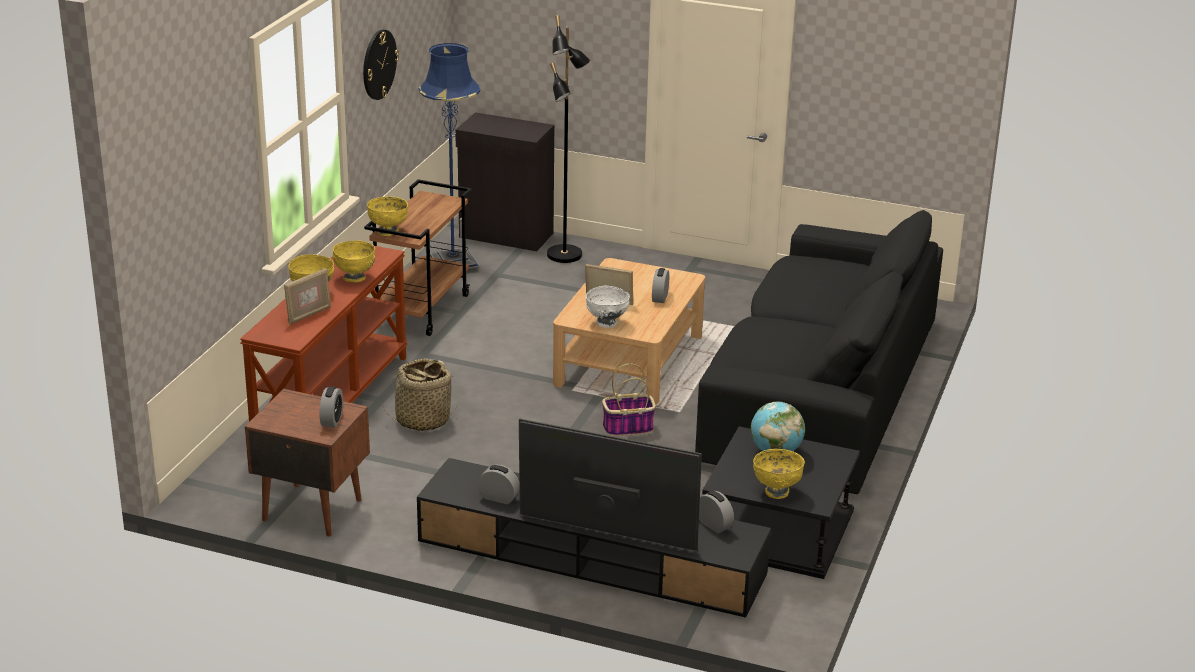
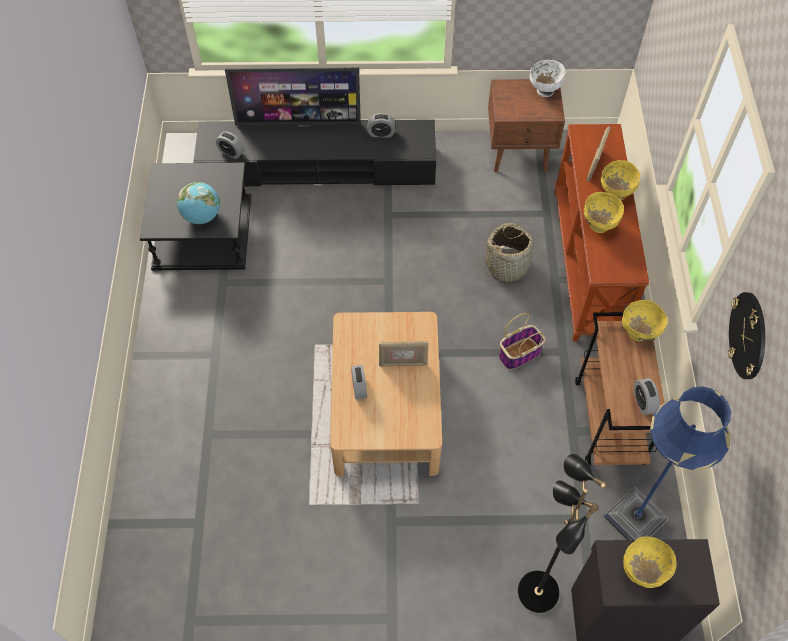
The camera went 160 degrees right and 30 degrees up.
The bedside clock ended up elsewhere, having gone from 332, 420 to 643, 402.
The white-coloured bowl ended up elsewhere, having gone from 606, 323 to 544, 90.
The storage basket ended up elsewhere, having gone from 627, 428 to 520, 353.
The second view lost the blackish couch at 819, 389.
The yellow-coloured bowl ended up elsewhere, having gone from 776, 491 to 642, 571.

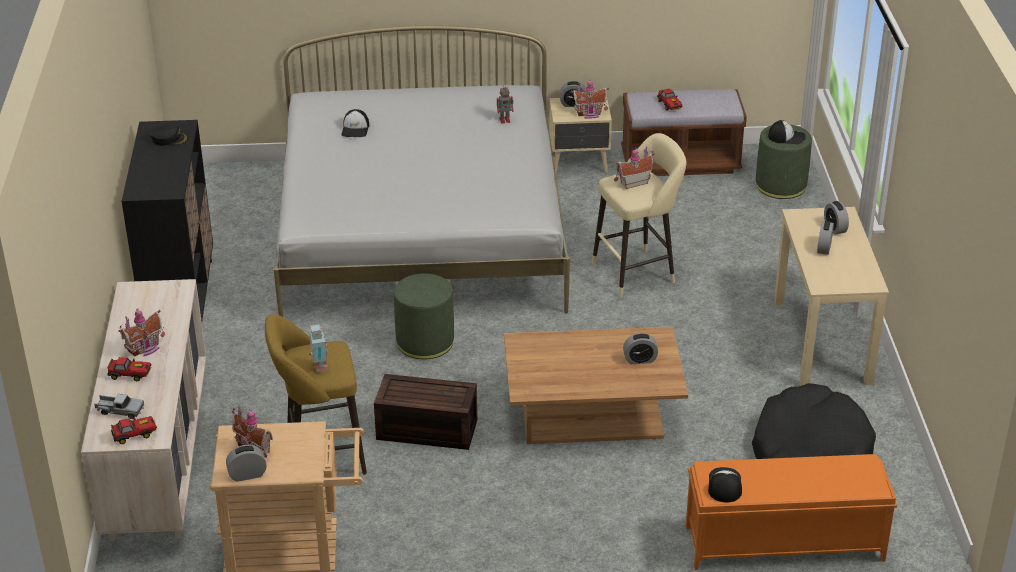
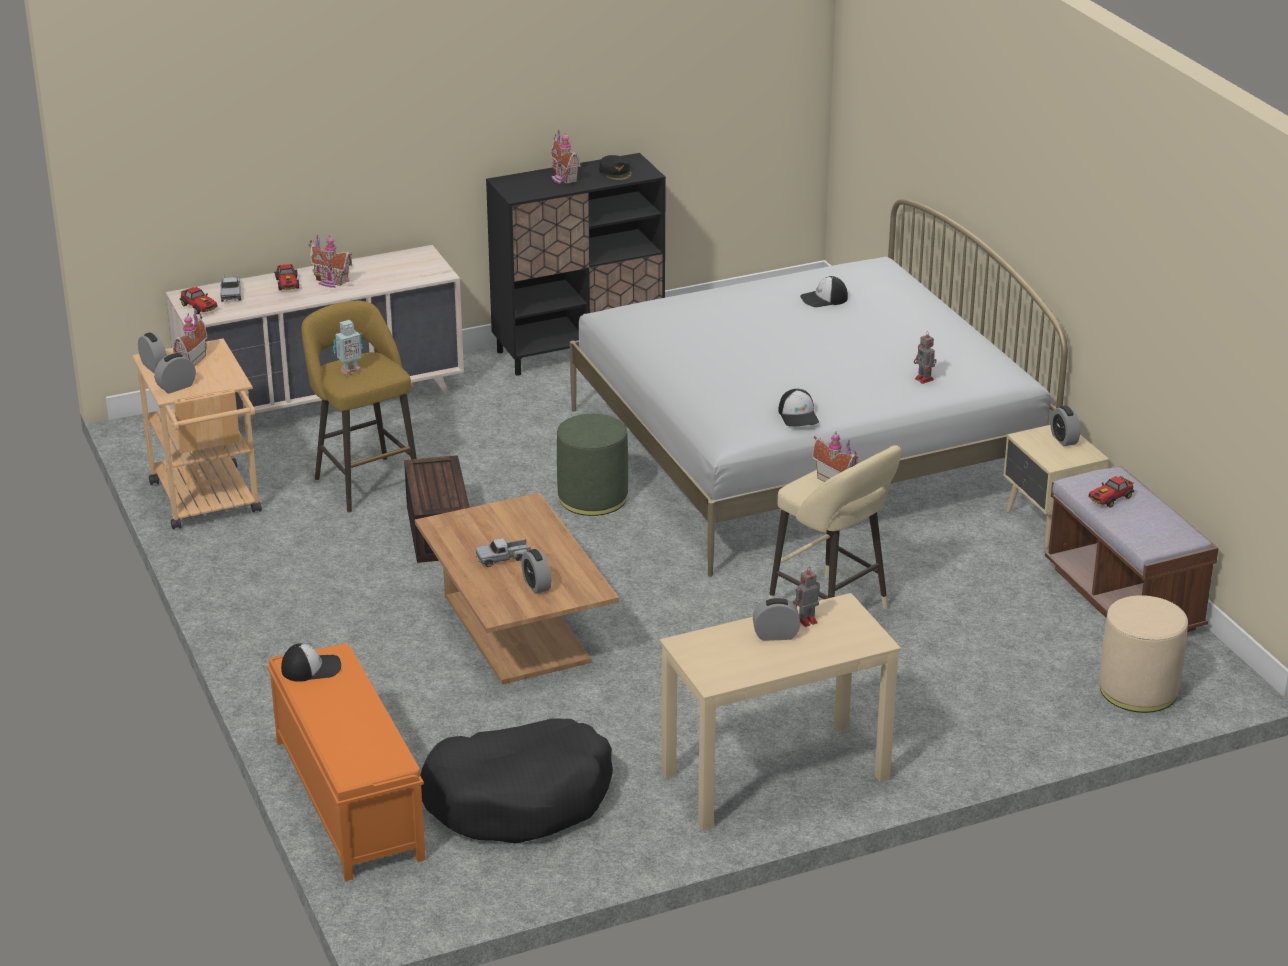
The camera went 70 degrees right and 5 degrees down.
The miniature house ended up elsewhere, having gone from 589, 114 to 563, 178.
What was the greenish ottoman at 781, 185 turned into the beige-coloured ottoman at 1138, 690.
The peaked cap ended up elsewhere, having gone from 786, 137 to 798, 415.
The bedside clock ended up elsewhere, having gone from 835, 228 to 176, 387.
The second view gained the toy lorry at 503, 558.
The second view gained the toy robot at 805, 621.

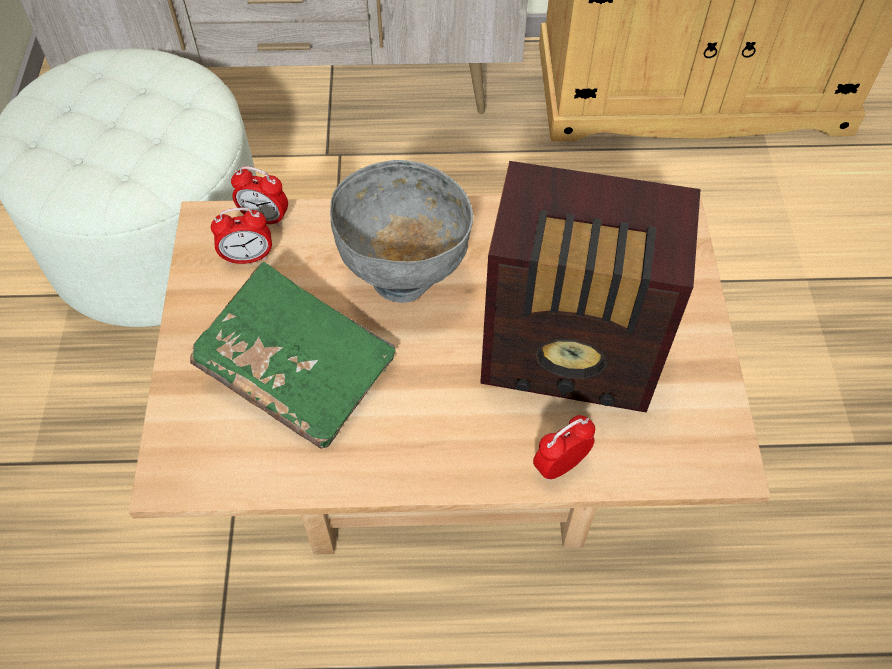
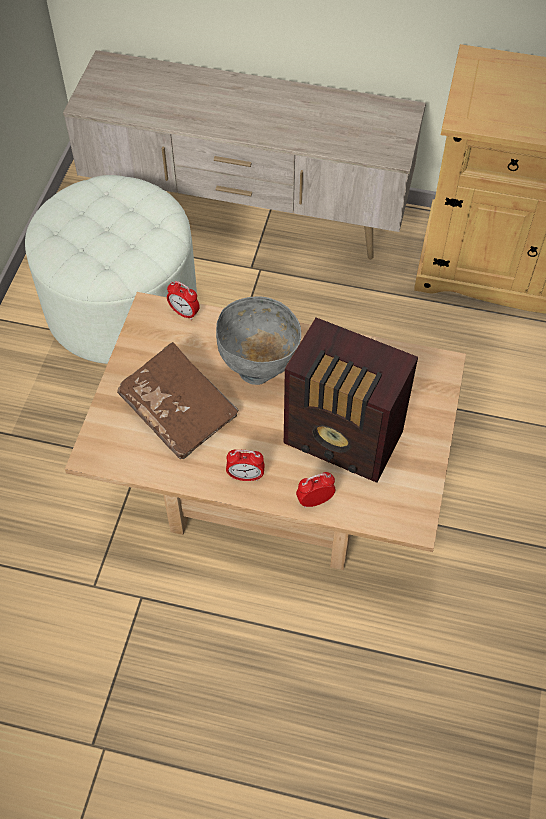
The camera went 15 degrees right and 0 degrees up.
What was the greenish volume at 298, 370 turned into the brown-coloured volume at 179, 410.
The bedside clock ended up elsewhere, having gone from 248, 257 to 245, 476.

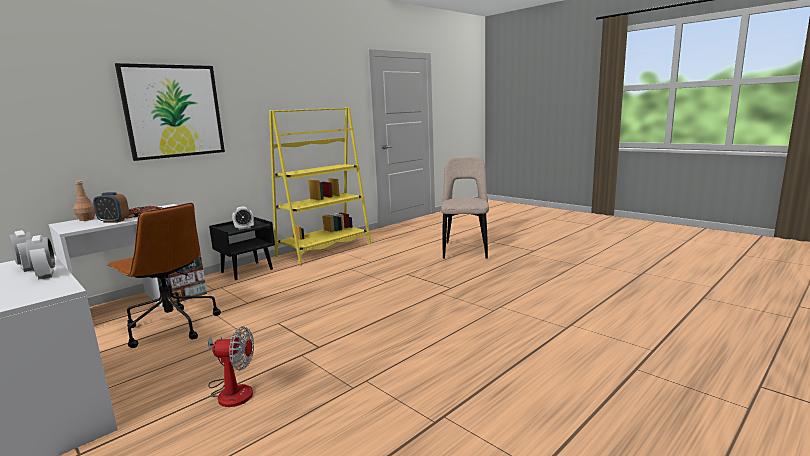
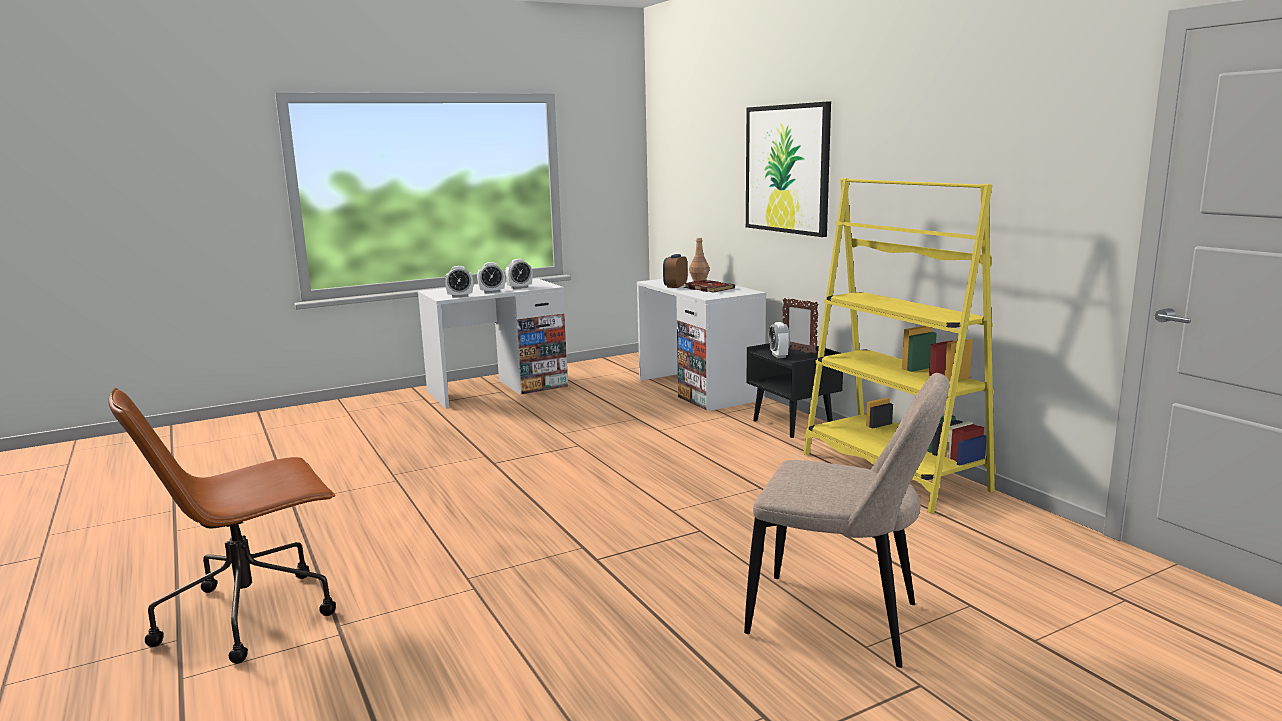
The camera went 105 degrees right and 0 degrees up.
The brown-coloured computer chair ended up elsewhere, having gone from 171, 327 to 251, 614.
The second view lost the electric fan at 232, 390.
The second view gained the bedside clock at 460, 296.
The second view gained the standing frame at 799, 351.

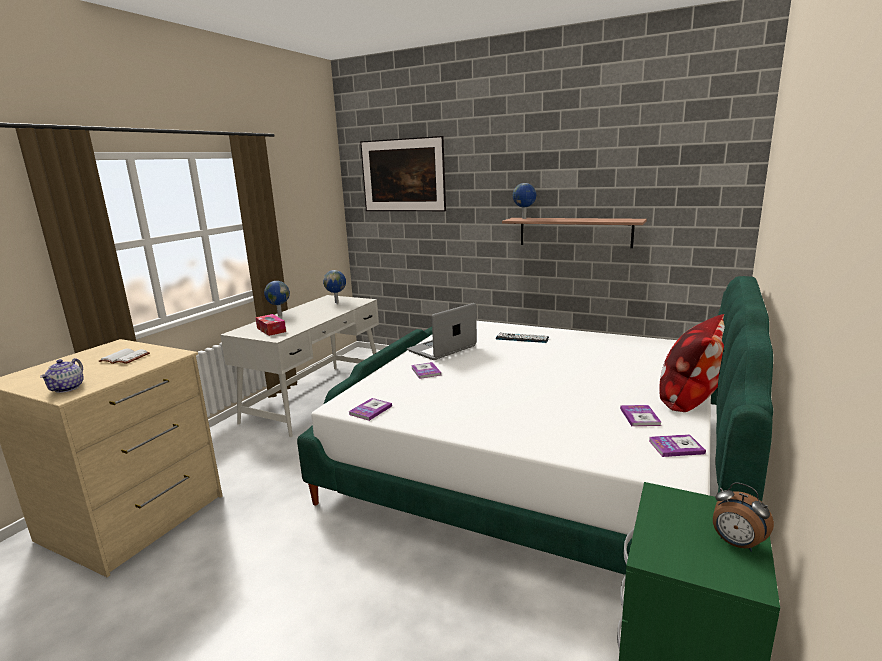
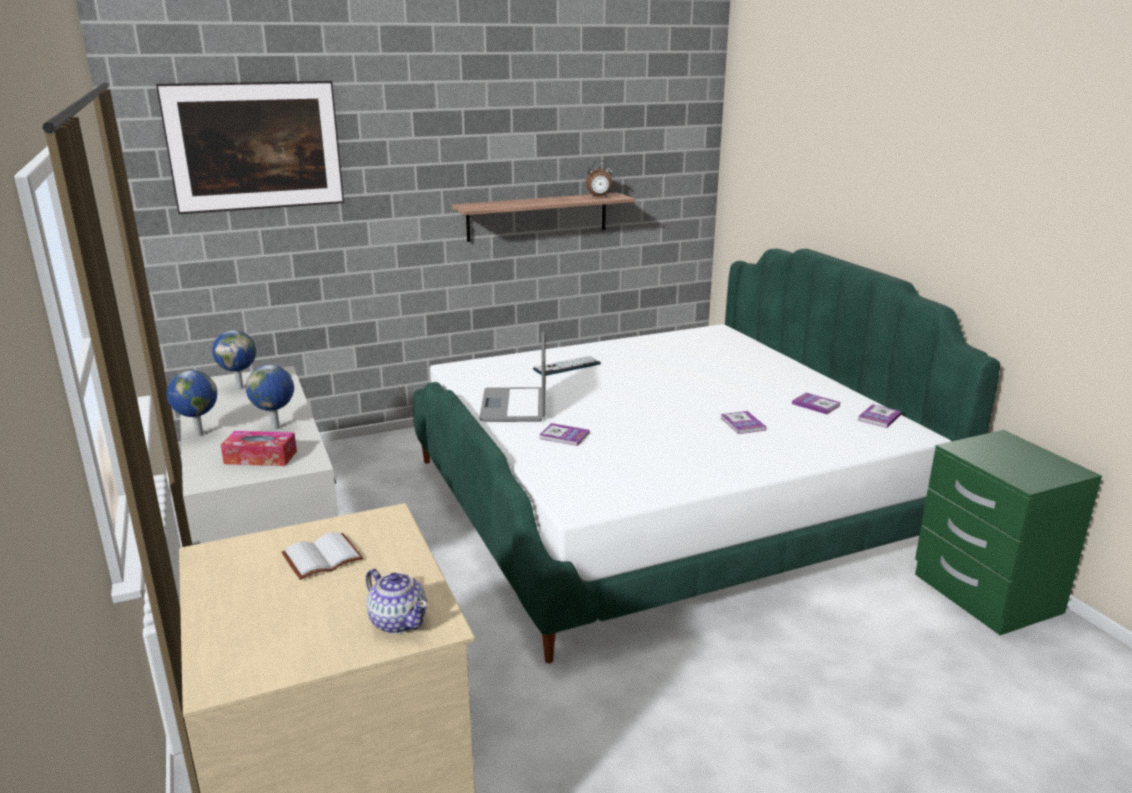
The camera went 50 degrees left and 5 degrees up.
The volume ended up elsewhere, having gone from 370, 410 to 742, 424.
The desk globe ended up elsewhere, having gone from 524, 218 to 276, 428.
The second view lost the cushion at 692, 398.
The bedside clock ended up elsewhere, having gone from 736, 544 to 599, 197.

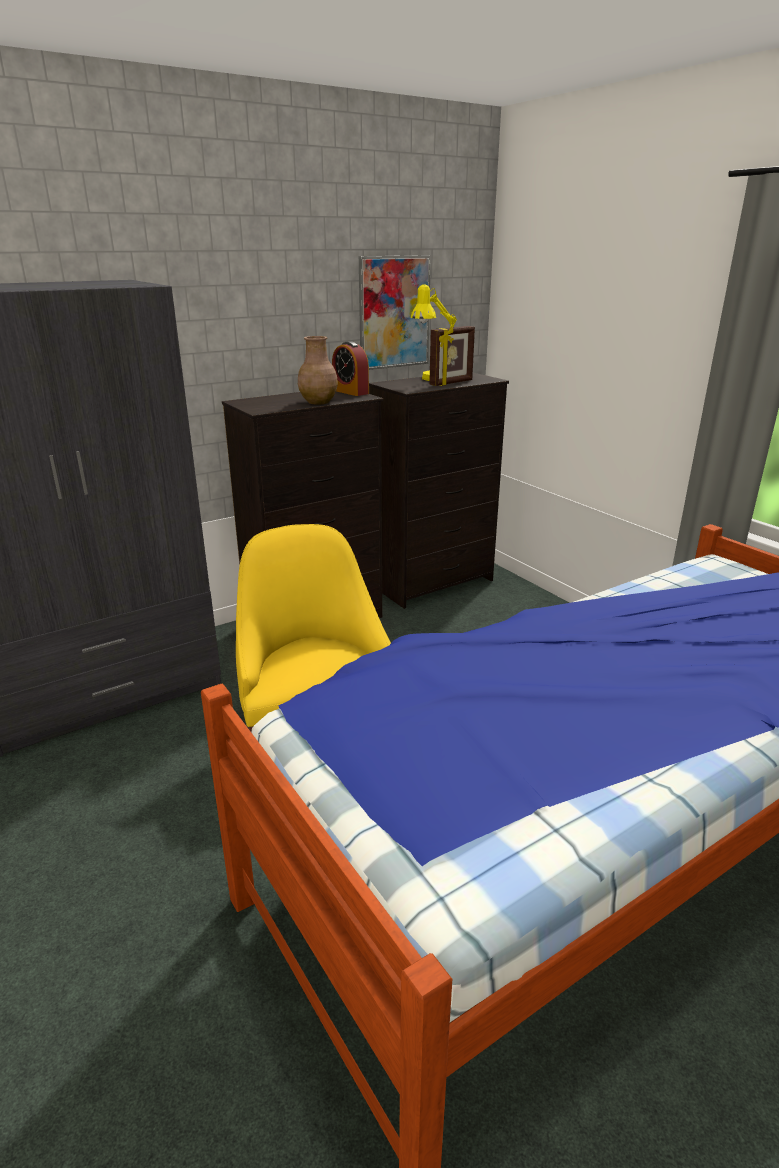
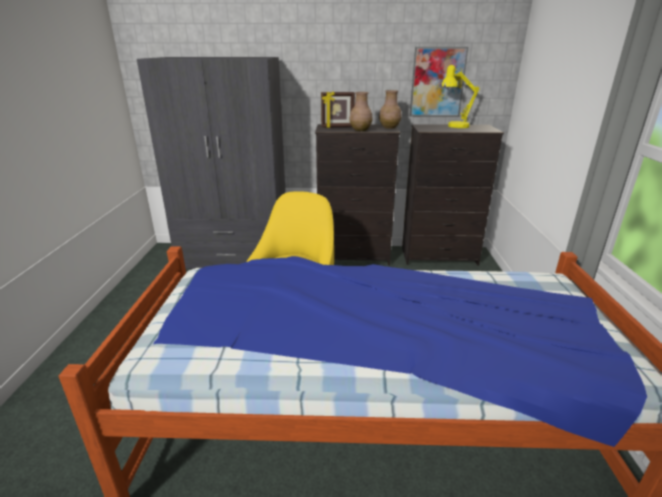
The camera went 35 degrees right and 0 degrees up.
Where the bedside clock stood at 350, 392, the brown-coloured decorative vase came to stand at 389, 127.
The standing frame ended up elsewhere, having gone from 451, 383 to 337, 127.

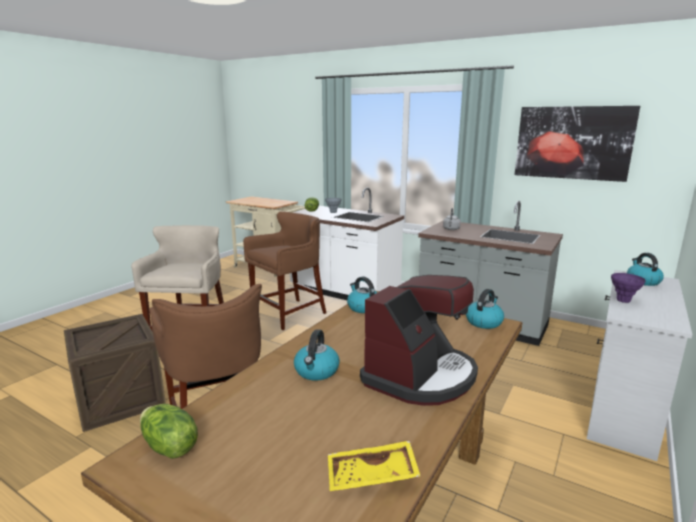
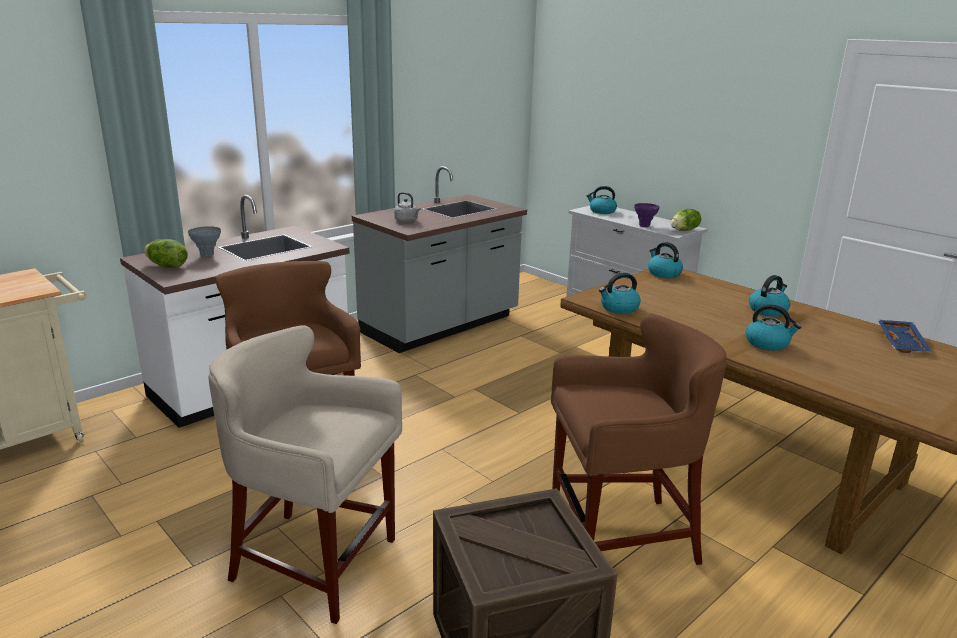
The camera went 75 degrees left and 5 degrees up.
The head of lettuce ended up elsewhere, having gone from 168, 447 to 684, 230.
What was the yellow-coloured tray at 371, 477 turned into the blue-coloured tray at 902, 343.
Where the coffee maker stood at 420, 376, the tea kettle came to stand at 768, 310.
The second view lost the wall art at 572, 143.

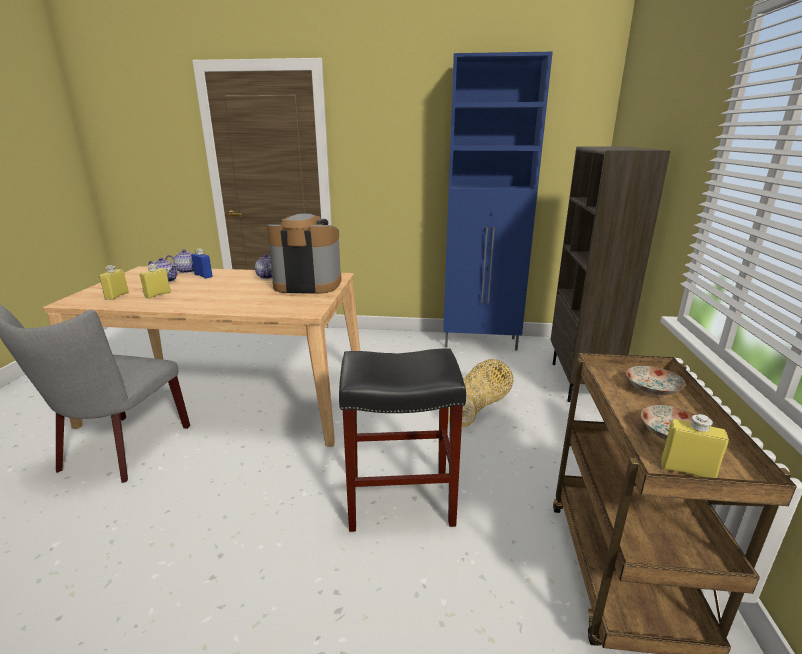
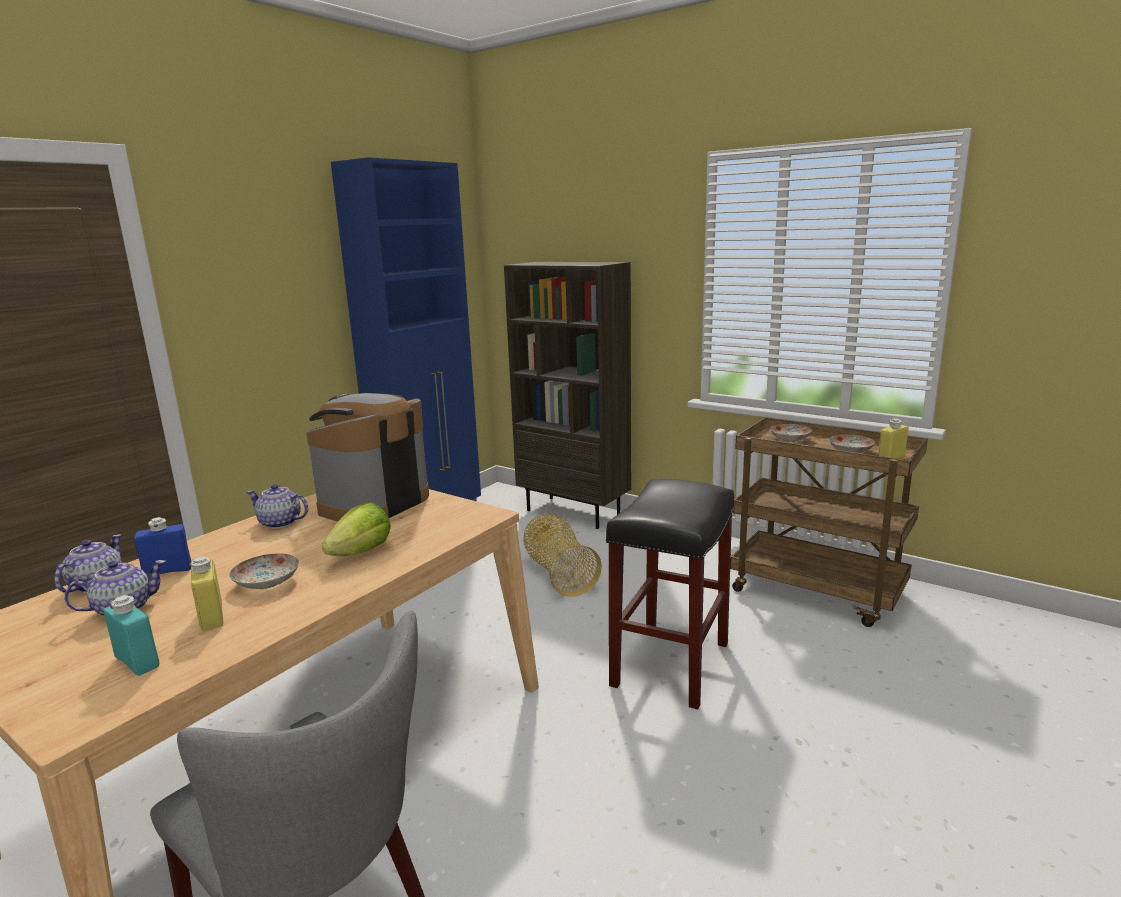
The camera went 60 degrees left and 5 degrees down.
What was the yellow-coloured bottle at 117, 296 turned into the turquoise-coloured bottle at 137, 662.
The second view gained the flat dish at 268, 582.
The second view gained the head of lettuce at 361, 552.

